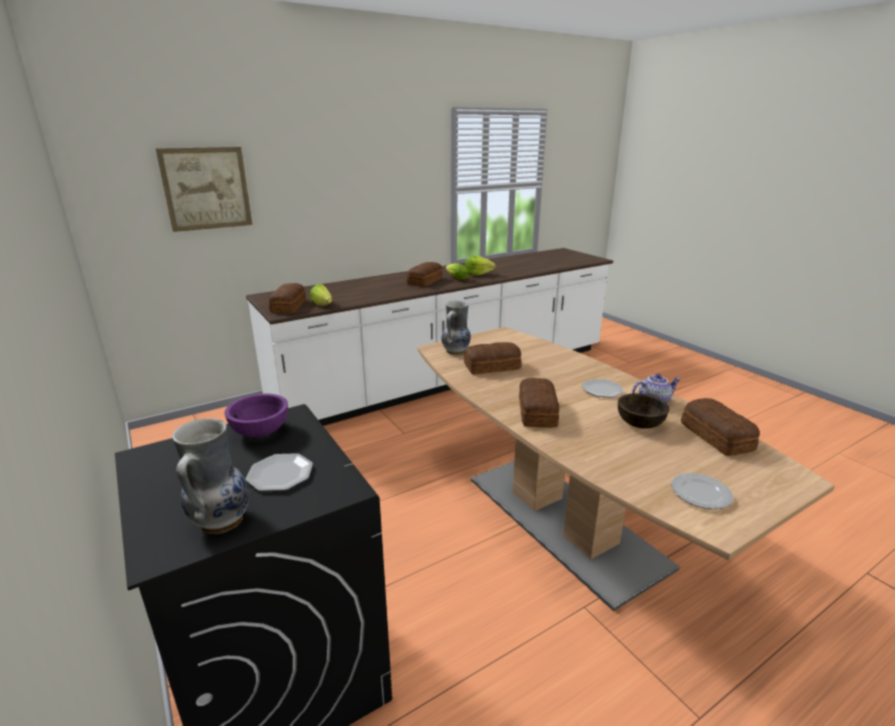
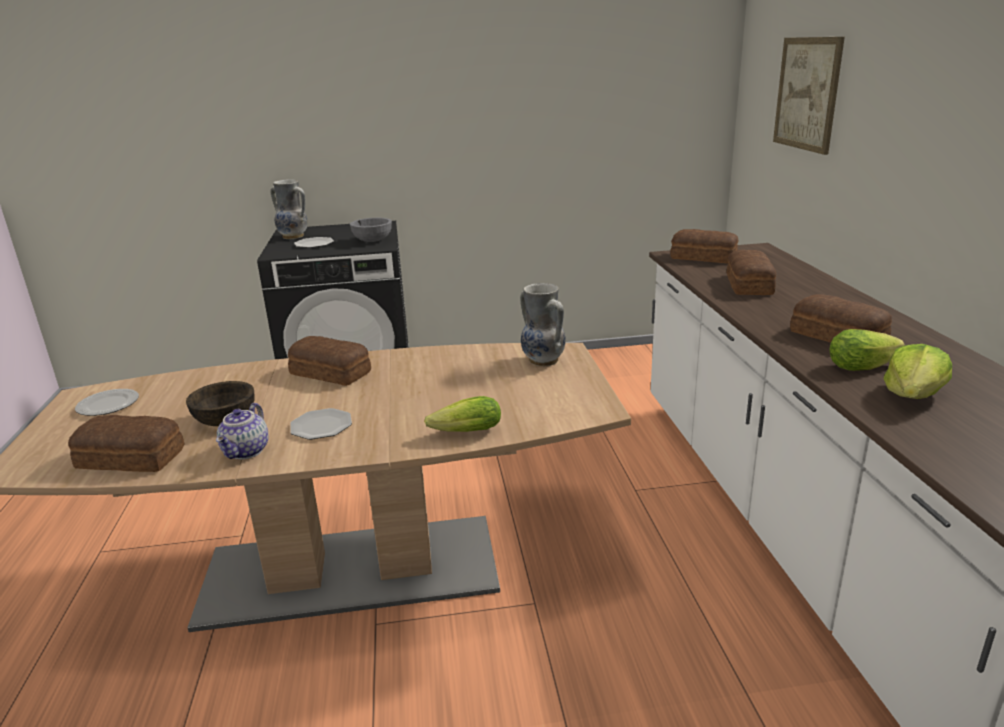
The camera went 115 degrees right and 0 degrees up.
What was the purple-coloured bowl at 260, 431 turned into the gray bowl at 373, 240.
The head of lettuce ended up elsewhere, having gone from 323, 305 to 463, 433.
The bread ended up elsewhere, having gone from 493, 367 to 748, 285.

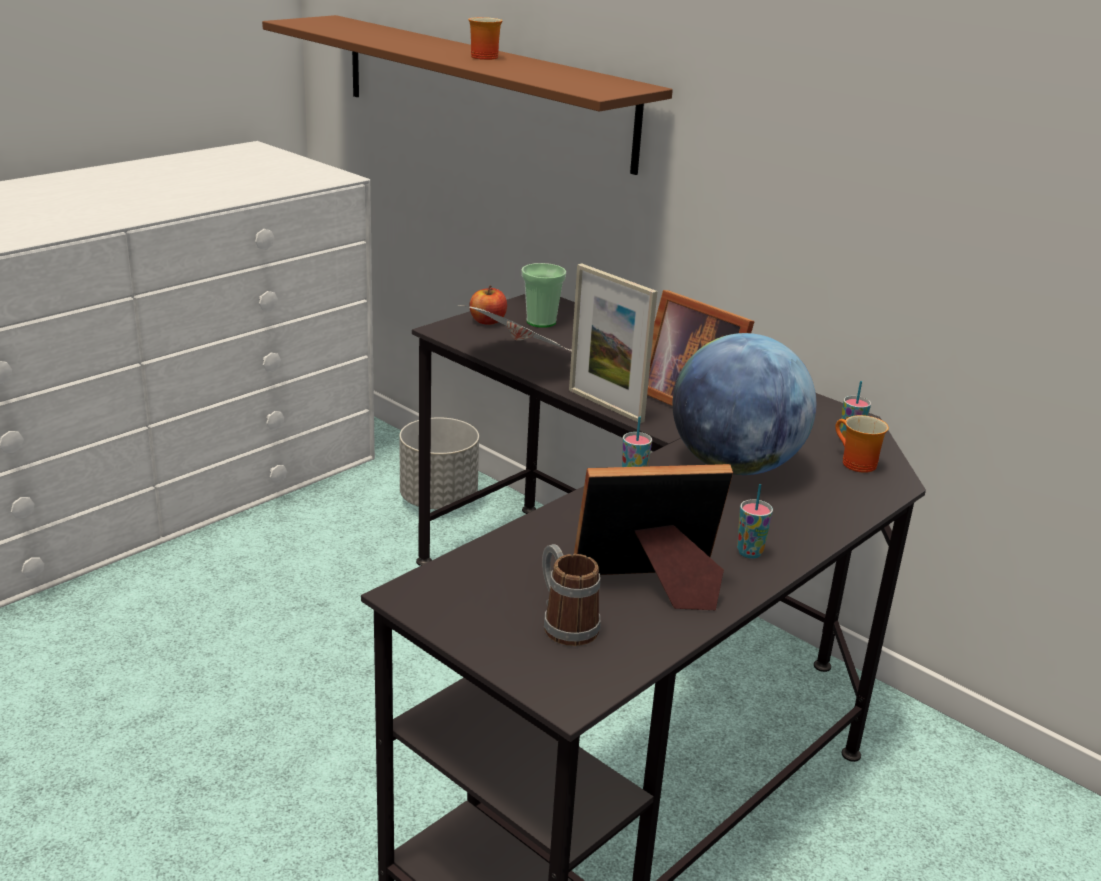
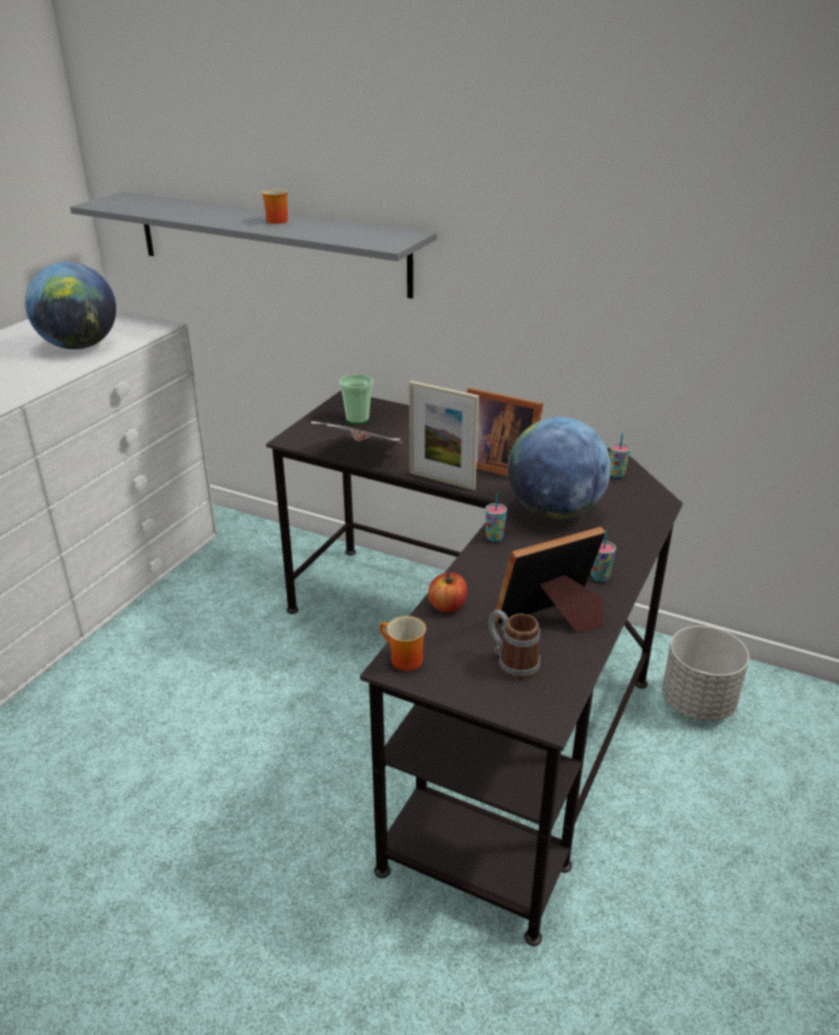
The camera went 15 degrees left and 5 degrees up.
What was the brown-coloured wall shelf at 483, 90 turned into the gray wall shelf at 270, 243.
The gray flower pot ended up elsewhere, having gone from 439, 500 to 698, 702.
The apple ended up elsewhere, having gone from 488, 321 to 447, 606.
The mug ended up elsewhere, having gone from 854, 463 to 402, 660.
The second view gained the desk globe at 80, 346.

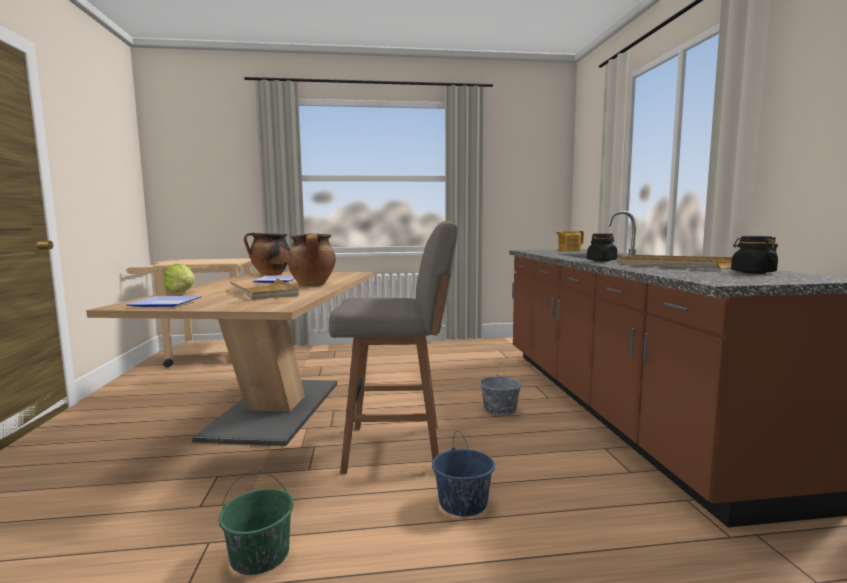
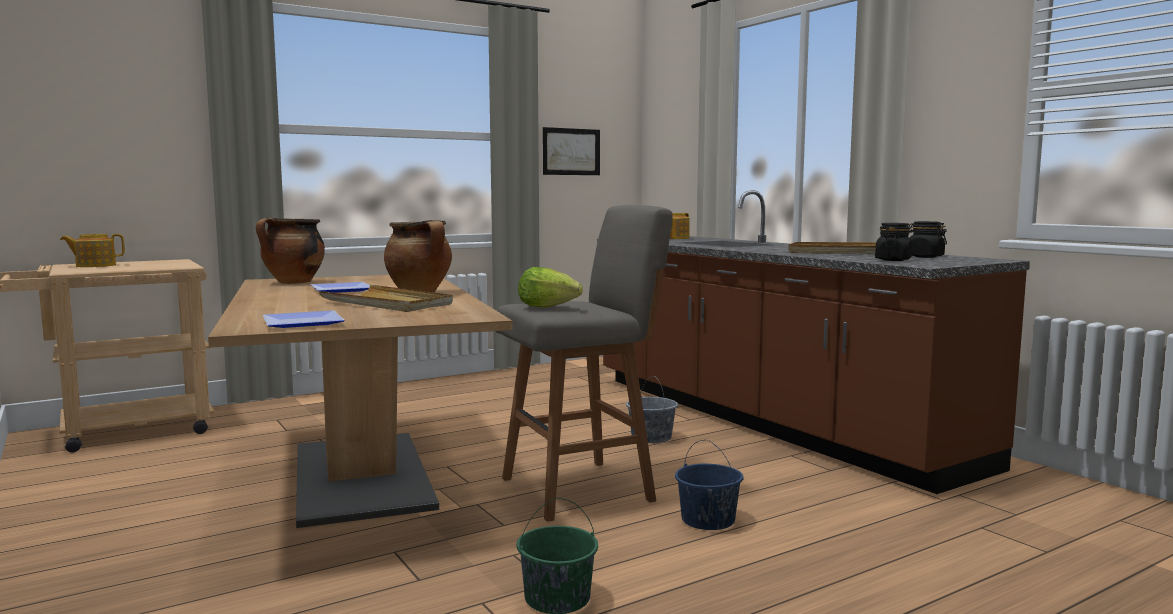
The camera went 25 degrees left and 0 degrees up.
The head of lettuce ended up elsewhere, having gone from 182, 292 to 547, 307.
The blackish preserve jar ended up elsewhere, having gone from 601, 260 to 893, 260.
The second view gained the tea pot at 95, 265.
The second view gained the wall art at 571, 151.

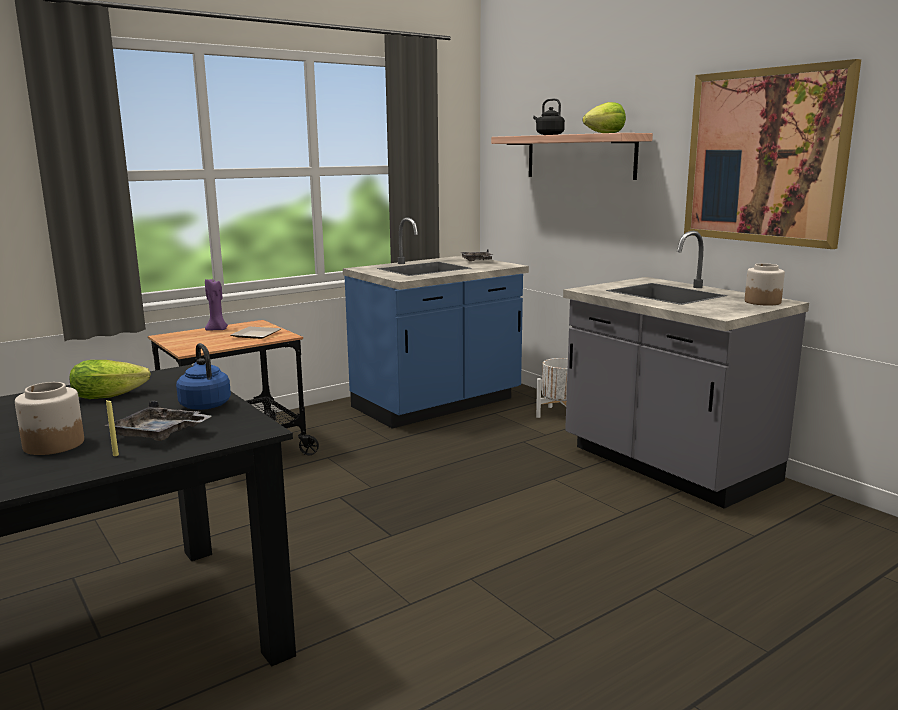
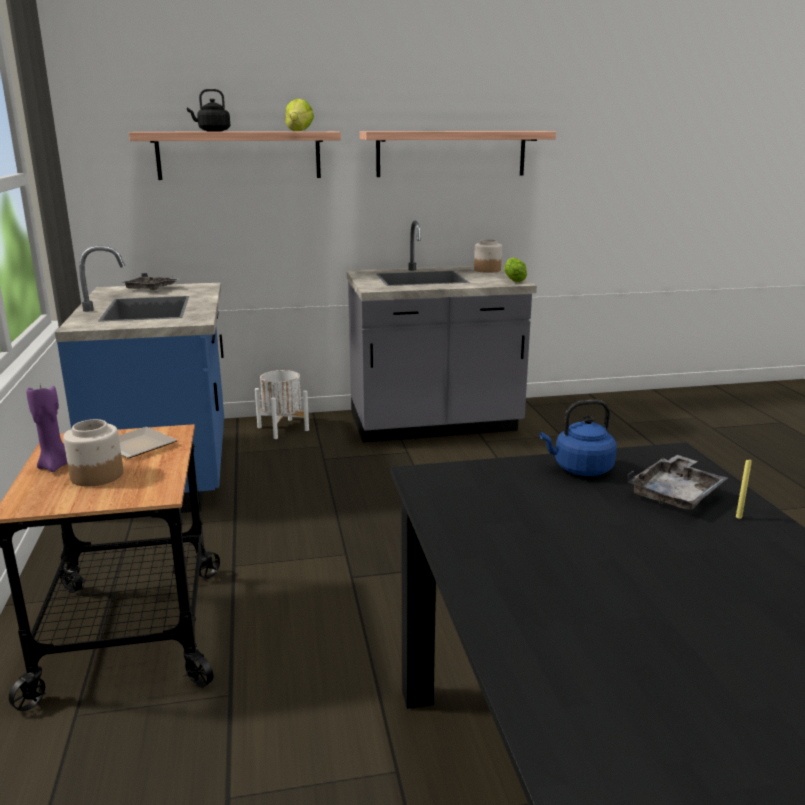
The camera went 65 degrees left and 5 degrees up.
The preserve jar ended up elsewhere, having gone from 53, 444 to 96, 476.
The head of lettuce ended up elsewhere, having gone from 113, 395 to 513, 280.
Where the wall art hung at 764, 157, the wall shelf came to hang at 451, 153.

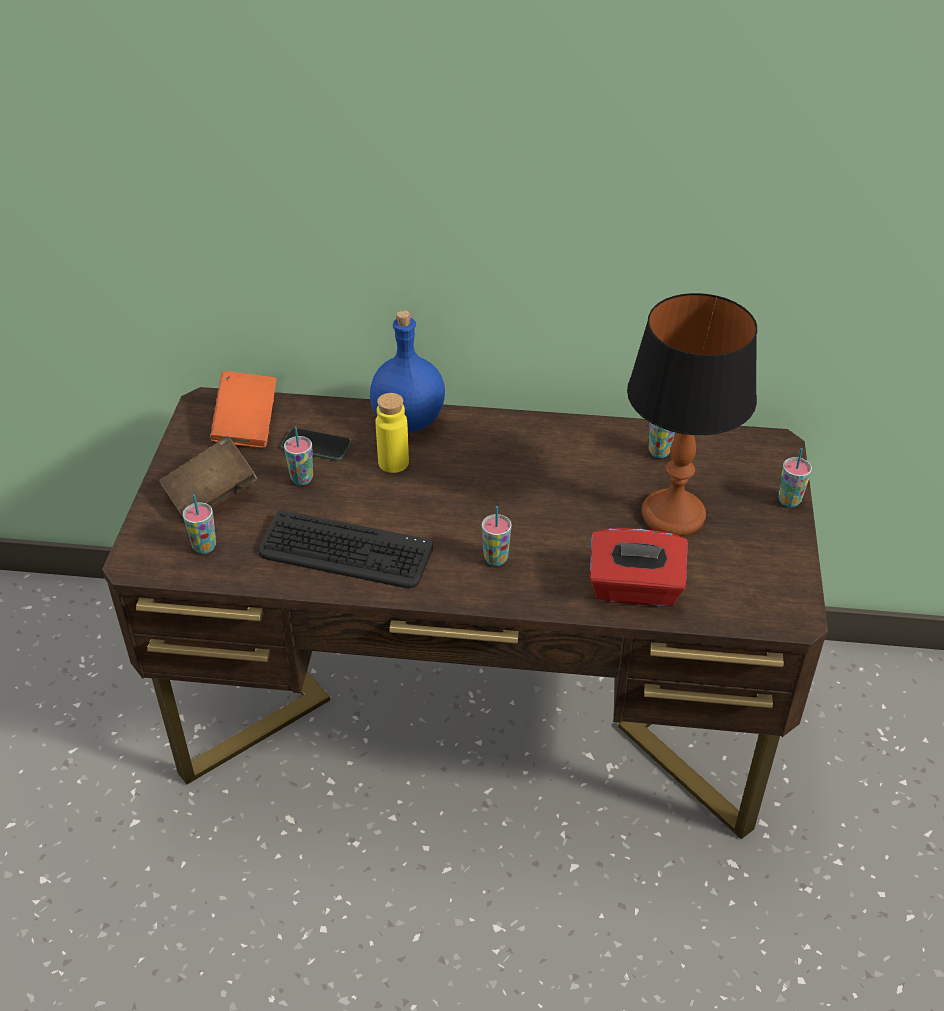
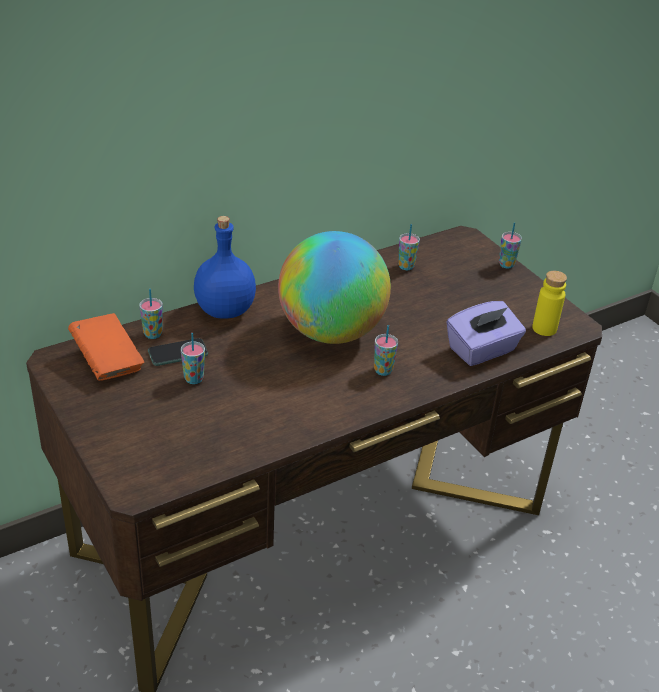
The camera went 40 degrees left and 5 degrees down.
The second view lost the brown-coloured volume at 211, 496.
The drinking cup ended up elsewhere, having gone from 204, 547 to 153, 334.
The second view lost the computer keyboard at 345, 552.
The yellow-coloured bottle ended up elsewhere, having gone from 393, 462 to 544, 328.
What was the red-coloured tissue box at 634, 589 turned into the purple-coloured tissue box at 482, 350.
The second view lost the table lamp at 674, 515.
The second view gained the desk globe at 331, 332.

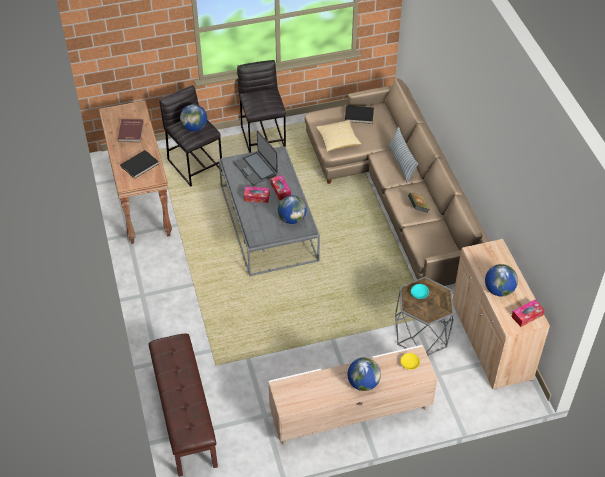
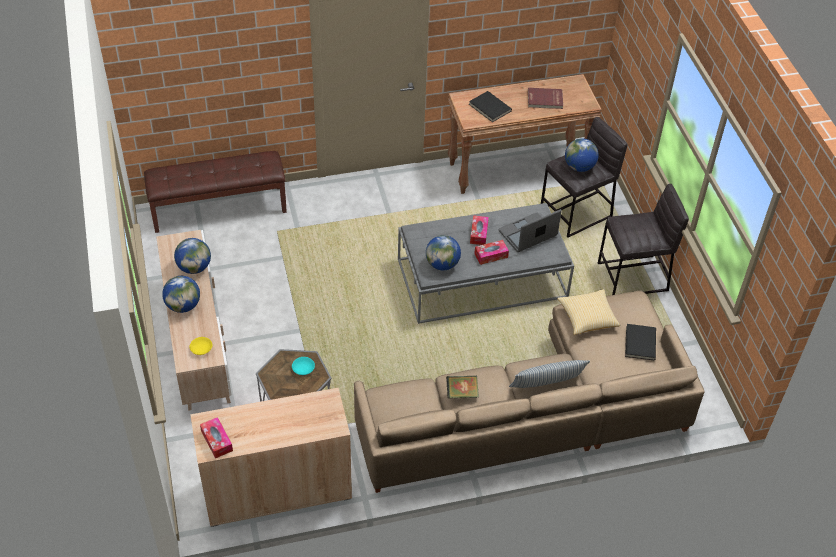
The camera went 90 degrees right and 0 degrees up.
The desk globe ended up elsewhere, having gone from 499, 290 to 194, 267.

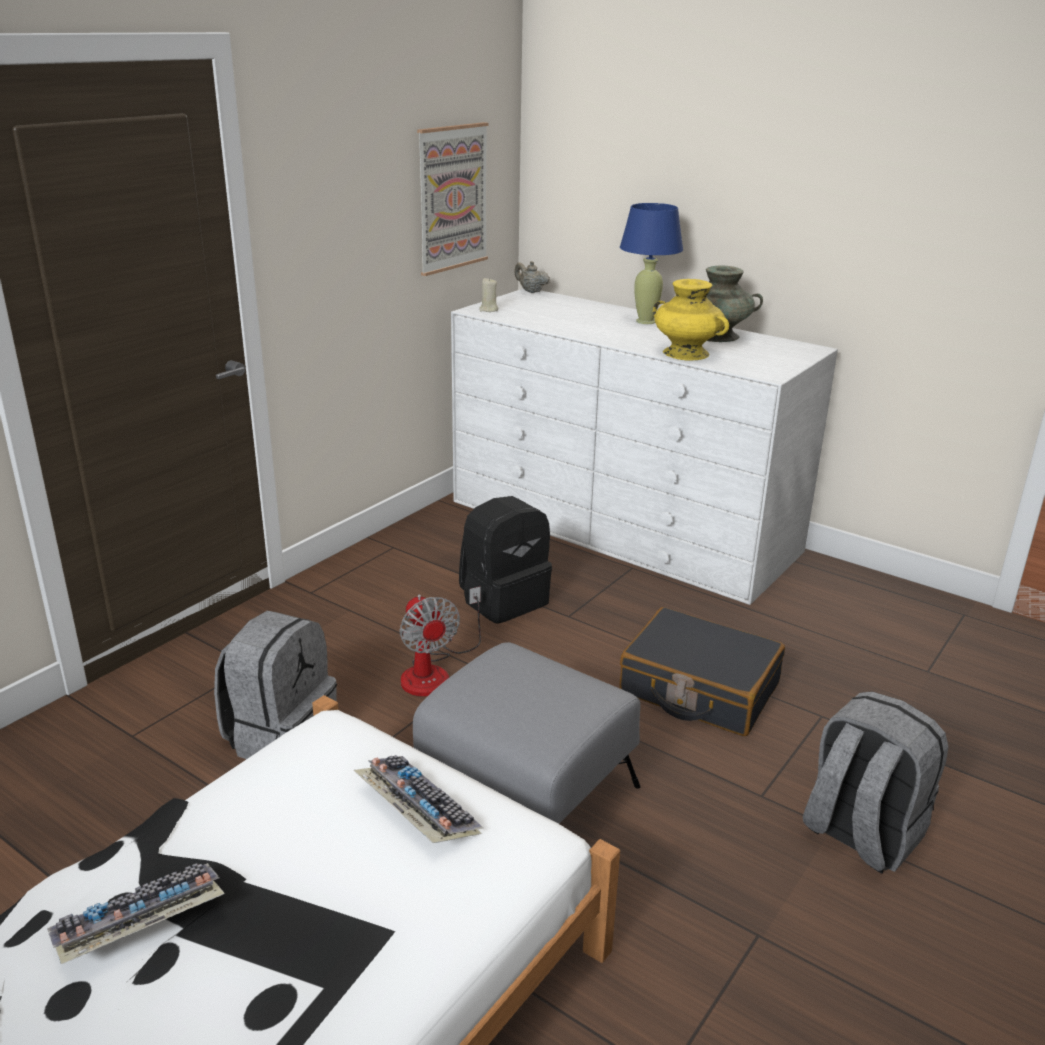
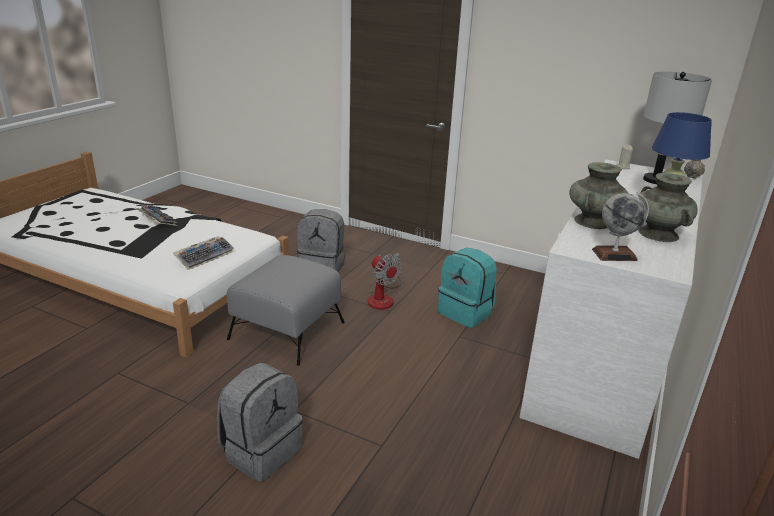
The camera went 80 degrees right and 0 degrees up.
The electric fan at 434, 672 ended up facing another way, 90 degrees counterclockwise from before.
The second view lost the wall art at 452, 198.
What was the blackish rucksack at 503, 600 turned into the turquoise-coloured rucksack at 466, 312.
The second view lost the blackish piece of luggage at 698, 689.
What was the yellow-coloured decorative vase at 686, 353 turned into the turquoise-coloured decorative vase at 593, 221.
The second view gained the desk globe at 614, 255.
The second view gained the gray table lamp at 655, 180.

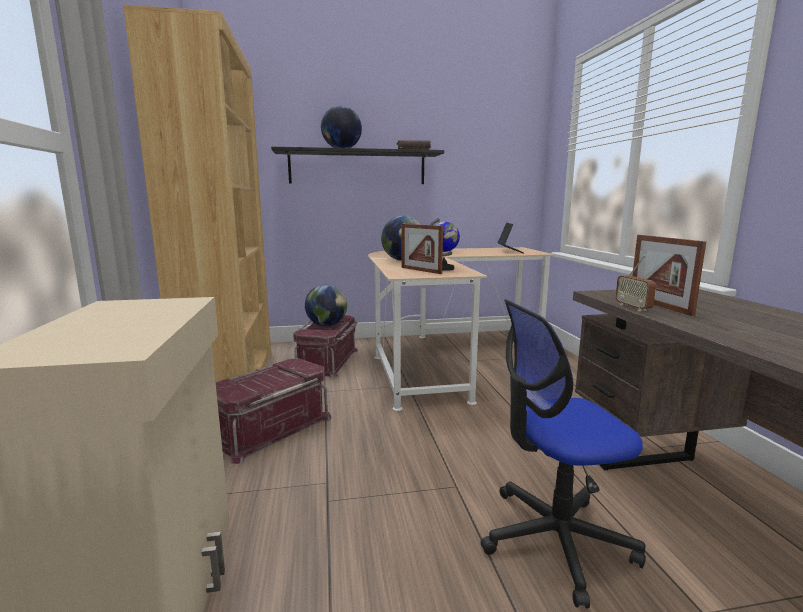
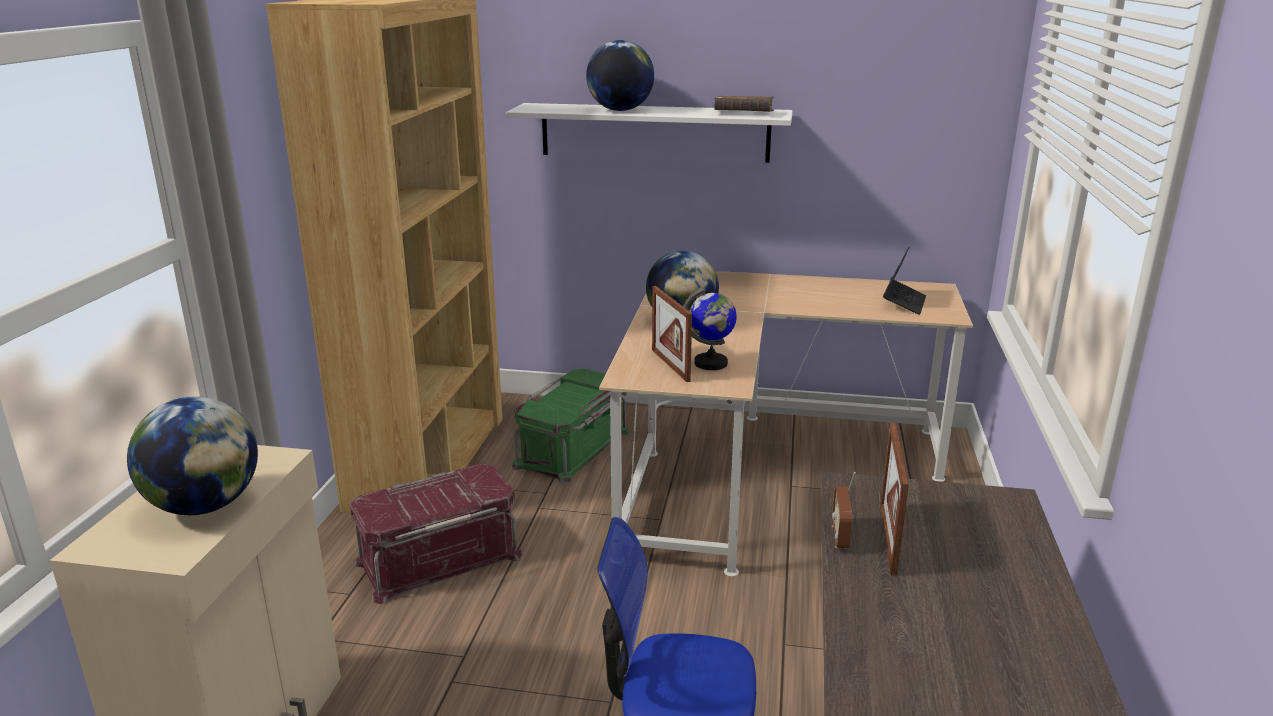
The camera went 20 degrees right and 10 degrees up.
What was the blackish wall shelf at 357, 168 turned into the white-coloured wall shelf at 654, 132.
What was the red-coloured storage box at 328, 361 turned into the greenish storage box at 574, 449.
The desk globe ended up elsewhere, having gone from 326, 325 to 204, 506.

